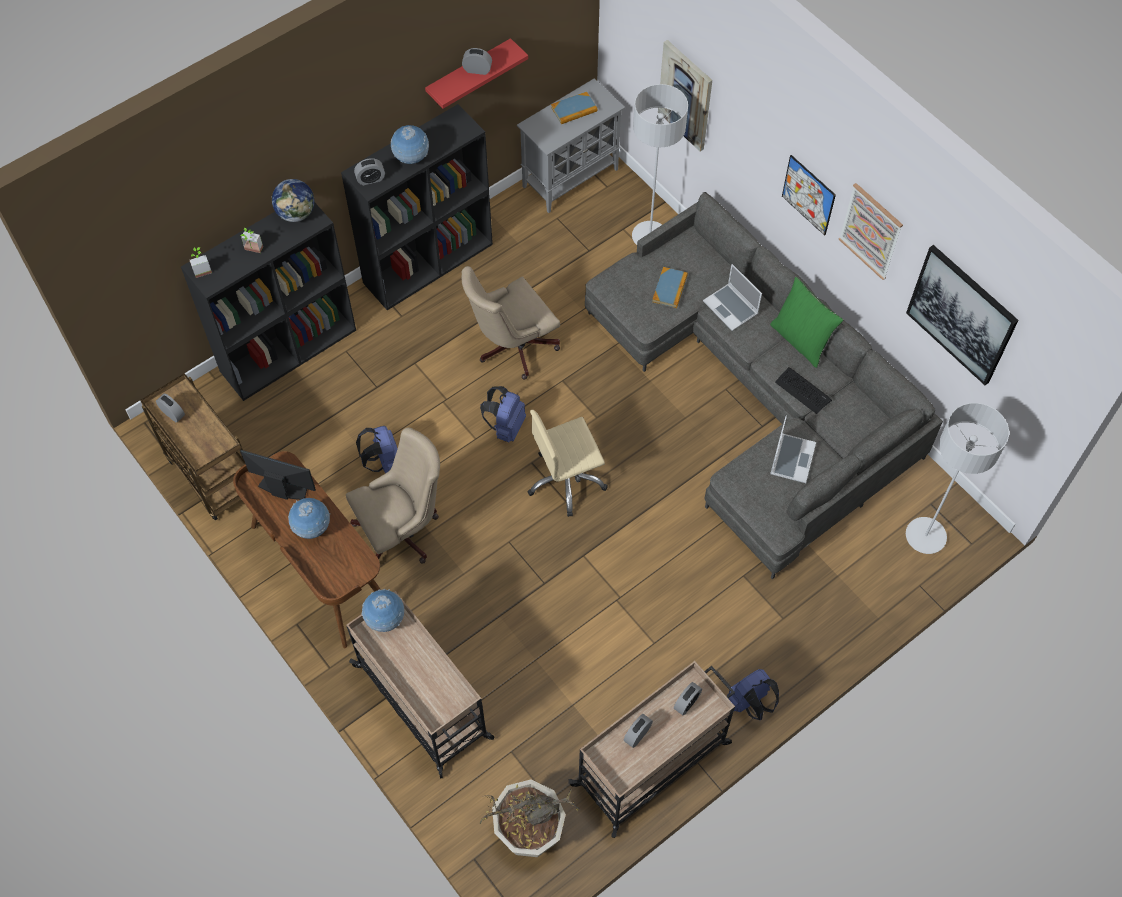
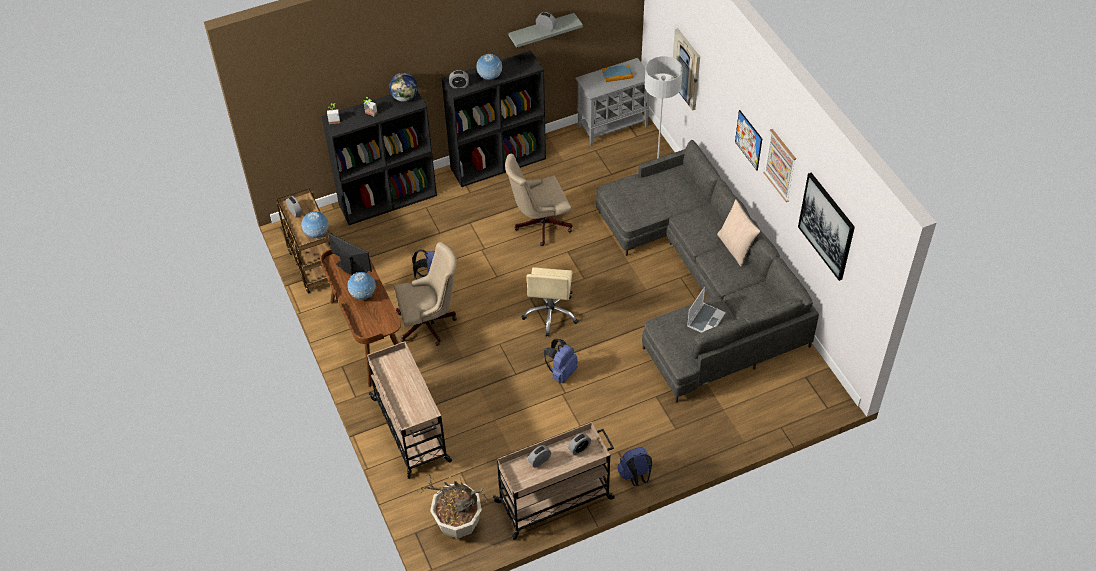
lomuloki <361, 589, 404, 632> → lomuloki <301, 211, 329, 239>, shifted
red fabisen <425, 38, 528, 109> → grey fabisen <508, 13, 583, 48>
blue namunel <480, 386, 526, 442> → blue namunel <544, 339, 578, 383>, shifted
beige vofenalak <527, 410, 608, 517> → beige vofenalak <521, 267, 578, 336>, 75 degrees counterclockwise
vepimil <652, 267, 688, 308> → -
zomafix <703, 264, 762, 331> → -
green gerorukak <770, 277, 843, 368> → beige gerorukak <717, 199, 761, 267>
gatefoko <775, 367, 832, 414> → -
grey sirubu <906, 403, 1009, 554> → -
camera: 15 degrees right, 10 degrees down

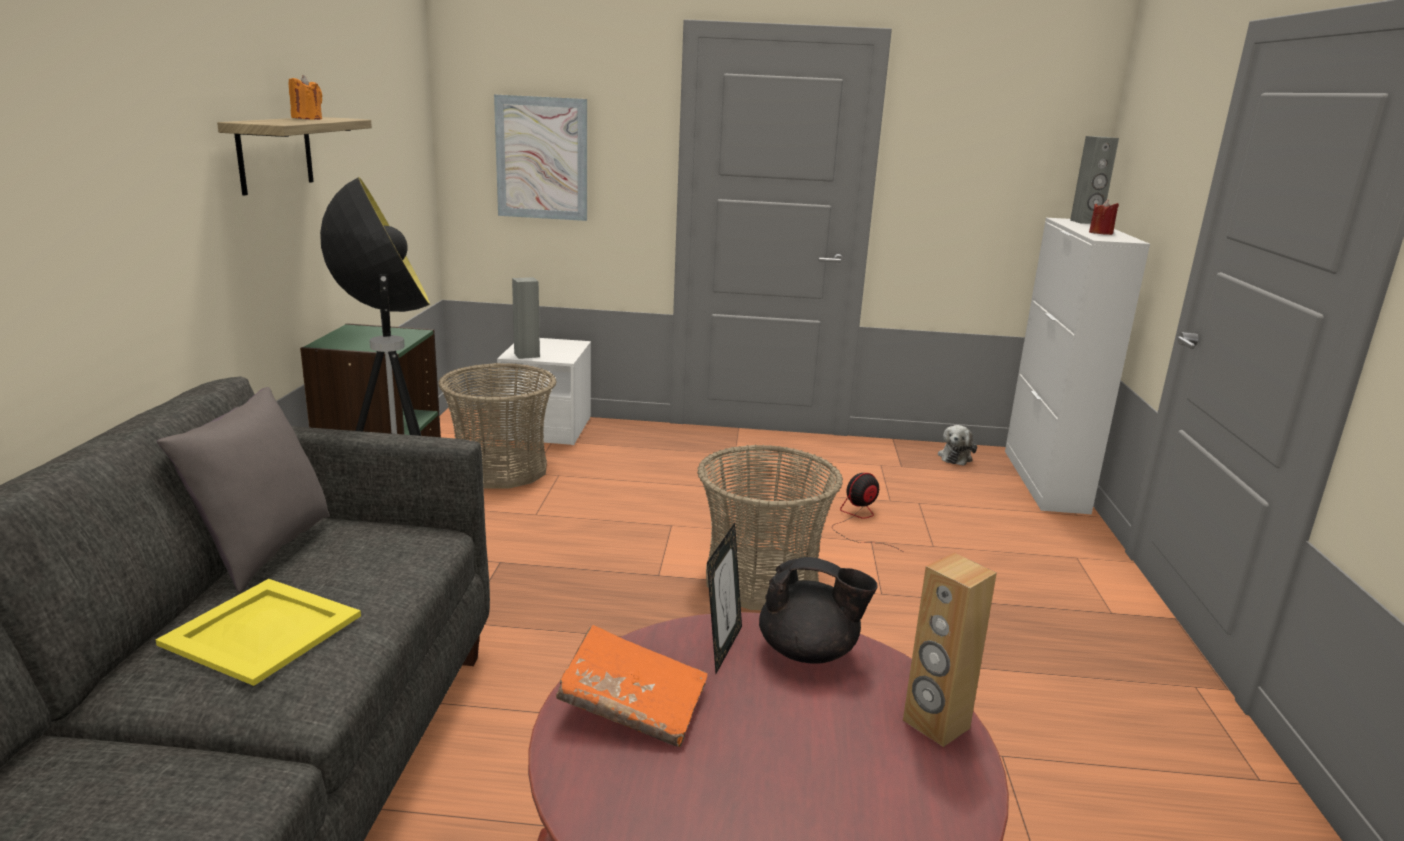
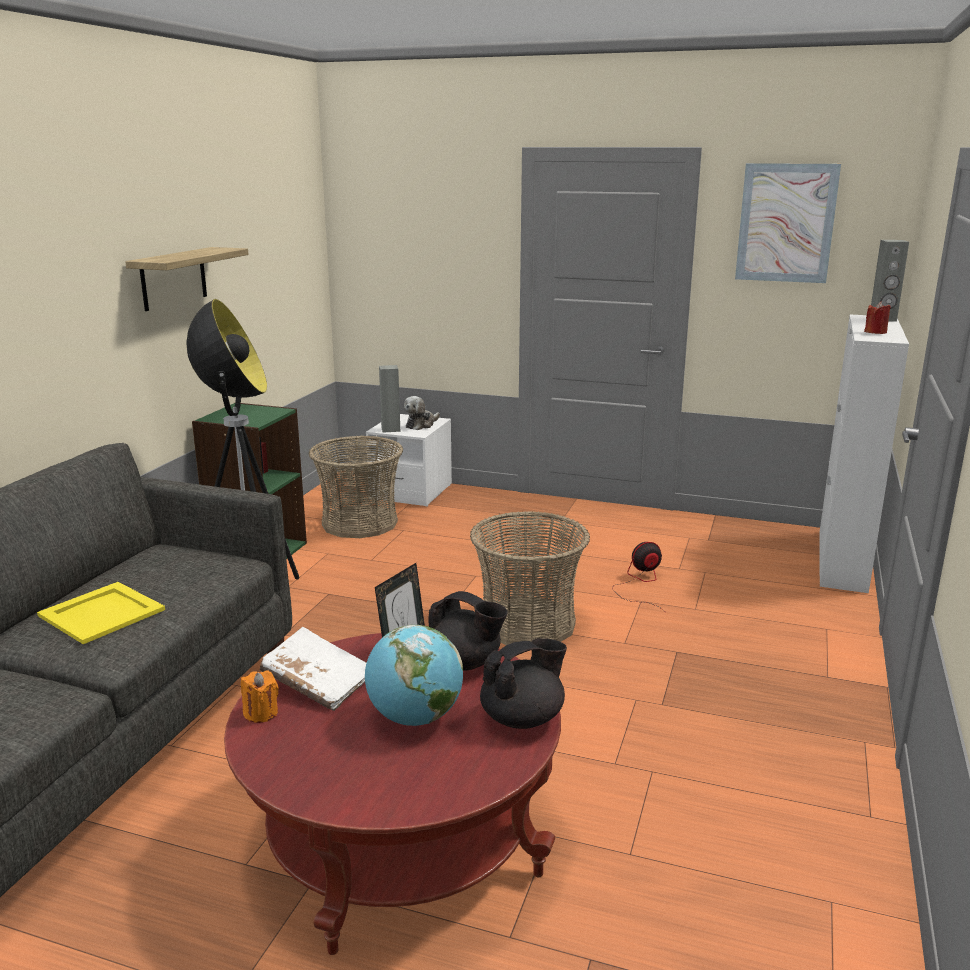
grey gerorukak <157, 387, 330, 593> → -
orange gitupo <289, 75, 322, 120> → orange gitupo <241, 670, 279, 723>, shifted
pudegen <494, 94, 587, 221> → pudegen <735, 163, 841, 283>, shifted
orange vepimil <556, 625, 707, 747> → white vepimil <260, 627, 367, 711>
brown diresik <903, 553, 997, 747> → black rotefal <480, 638, 567, 729>
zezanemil <938, 425, 977, 466> → zezanemil <404, 396, 440, 430>, shifted
- → lomuloki <365, 625, 463, 726>
camera: 15 degrees right, 0 degrees up

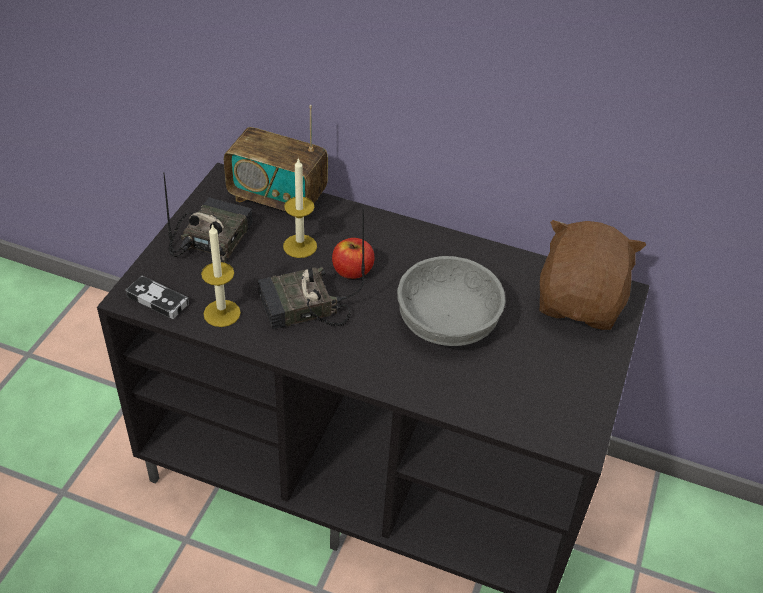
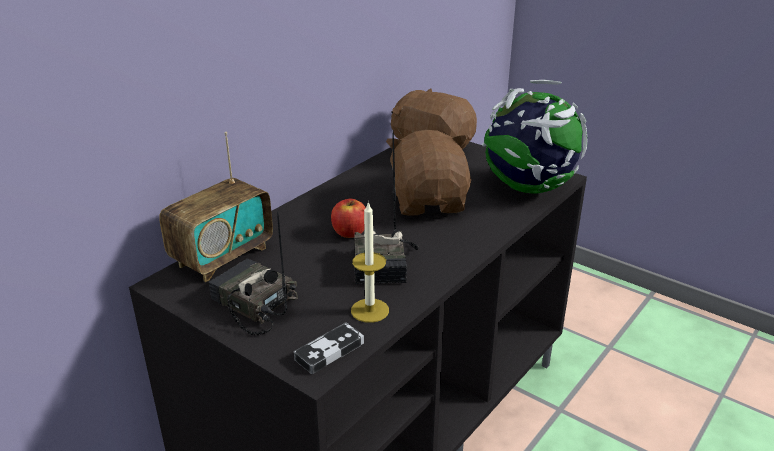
gitupo <283, 157, 317, 258> → -
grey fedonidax <397, 256, 506, 346> → brown zezanemil <386, 130, 471, 216>
- → lomuloki <482, 80, 587, 193>
camera: 70 degrees left, 15 degrees down

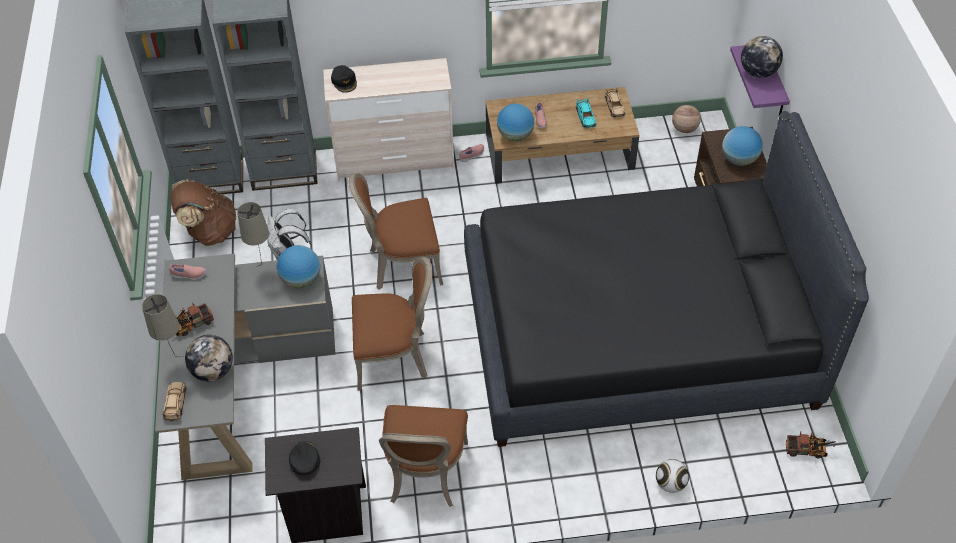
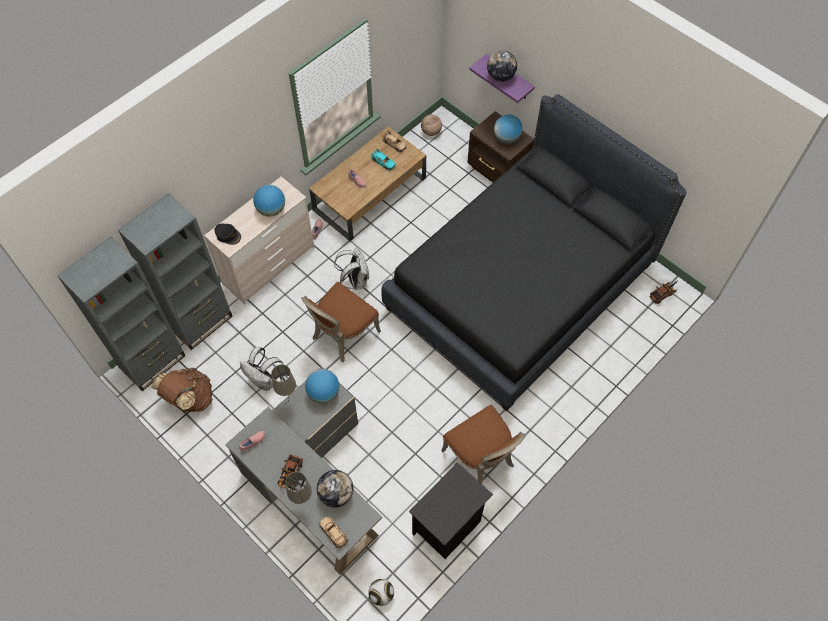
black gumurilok <289, 441, 320, 475> → -
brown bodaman <352, 257, 432, 391> → -
lomuloki <497, 104, 534, 141> → lomuloki <253, 185, 285, 217>, shifted
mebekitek <656, 459, 689, 493> → mebekitek <368, 579, 394, 606>, shifted
- → white namunel <334, 247, 369, 290>
camera: 40 degrees left, 10 degrees up

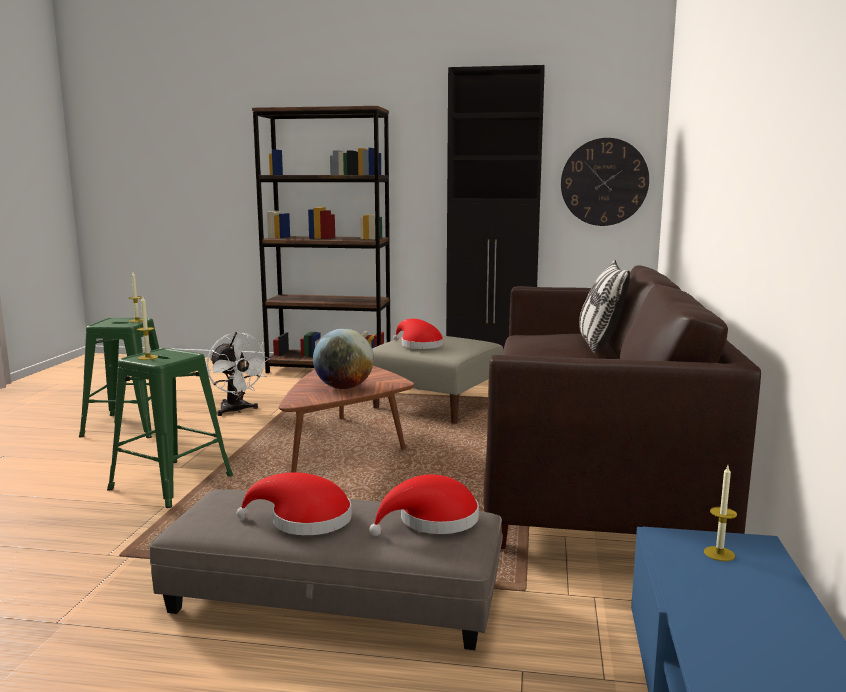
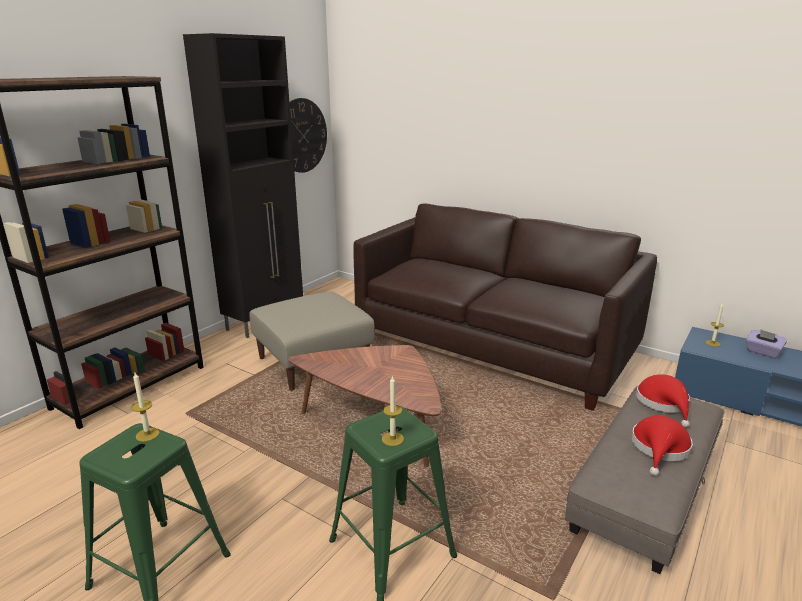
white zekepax <207, 332, 270, 416> → -
lomuloki <313, 329, 374, 389> → -
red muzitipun <393, 319, 444, 349> → -
gerorukak <579, 260, 630, 353> → -
- → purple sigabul <746, 329, 787, 359>
camera: 65 degrees left, 10 degrees up

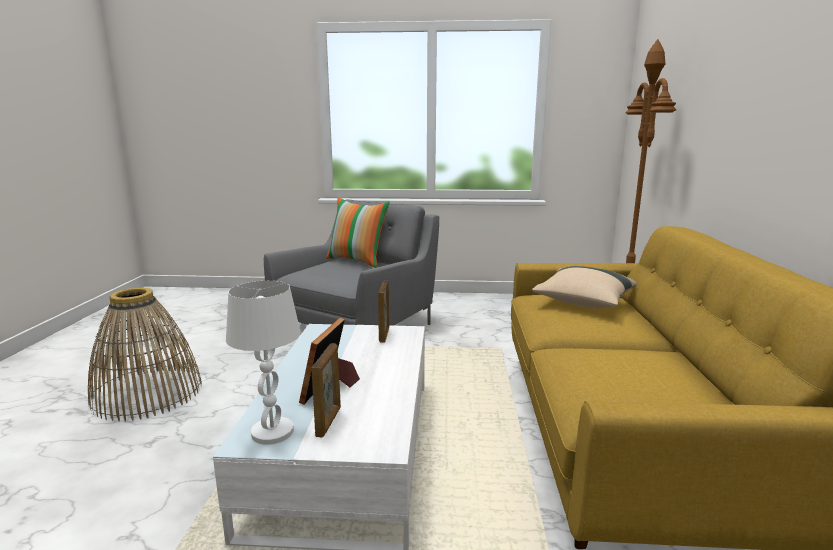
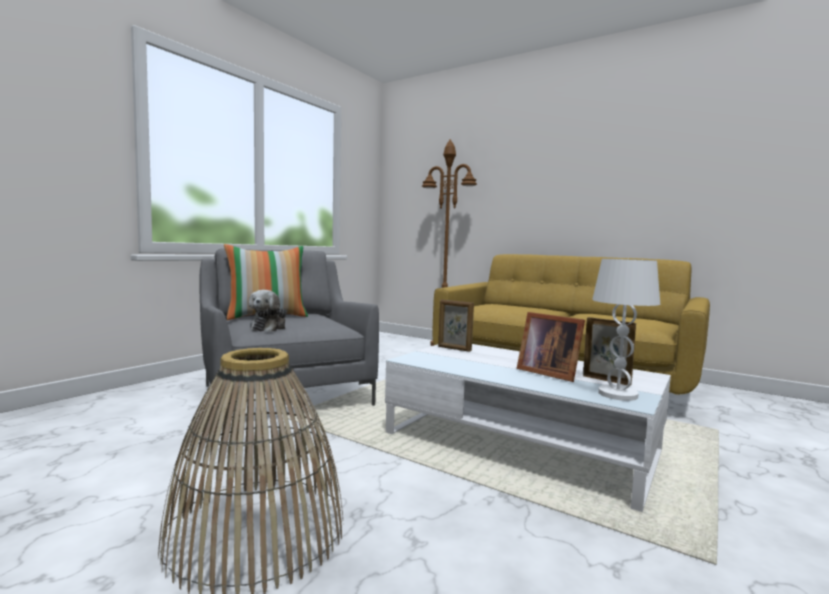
beige gerorukak <532, 266, 637, 308> → -
- → zezanemil <249, 290, 287, 332>
camera: 60 degrees left, 10 degrees down

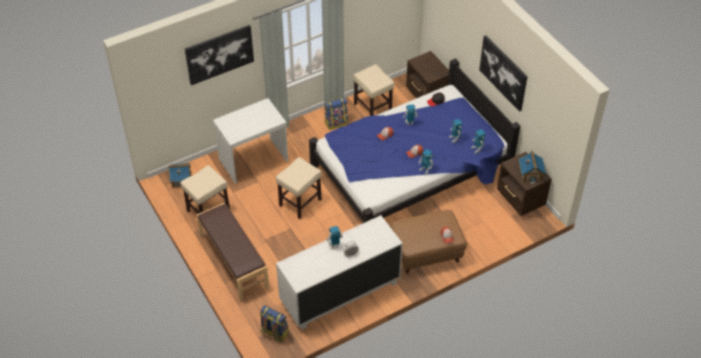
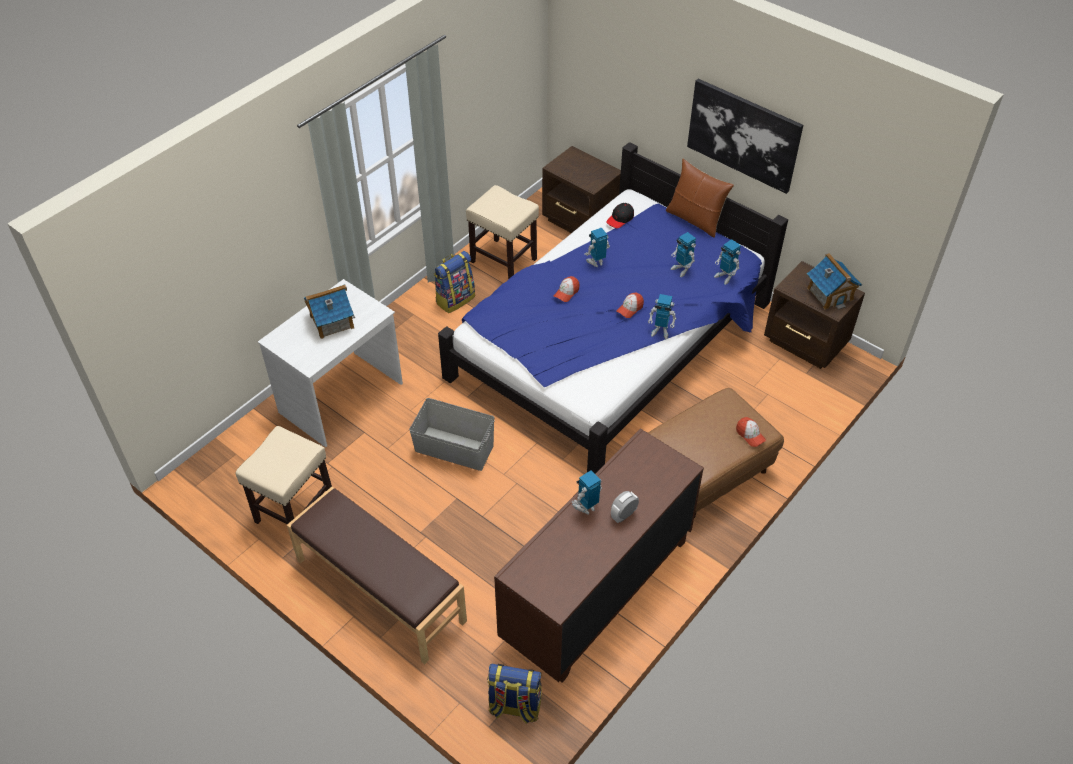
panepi <168, 163, 191, 188> → panepi <304, 284, 355, 339>, shifted
pudegen <185, 25, 254, 85> → -
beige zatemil <276, 157, 322, 219> → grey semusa <409, 398, 495, 471>
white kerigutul <276, 215, 403, 330> → brown kerigutul <494, 428, 704, 682>
- → brown gerorukak <666, 159, 734, 238>
camera: 20 degrees left, 0 degrees up

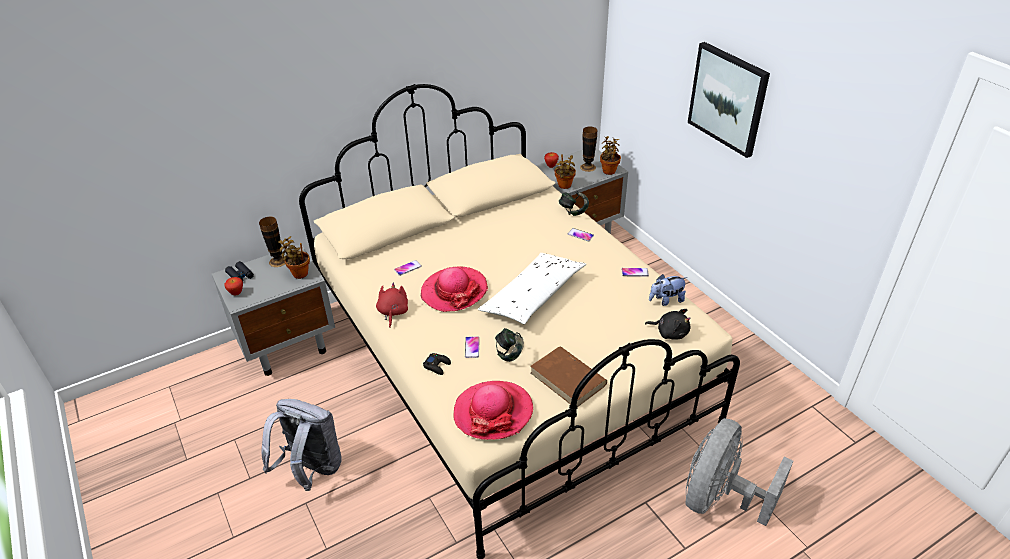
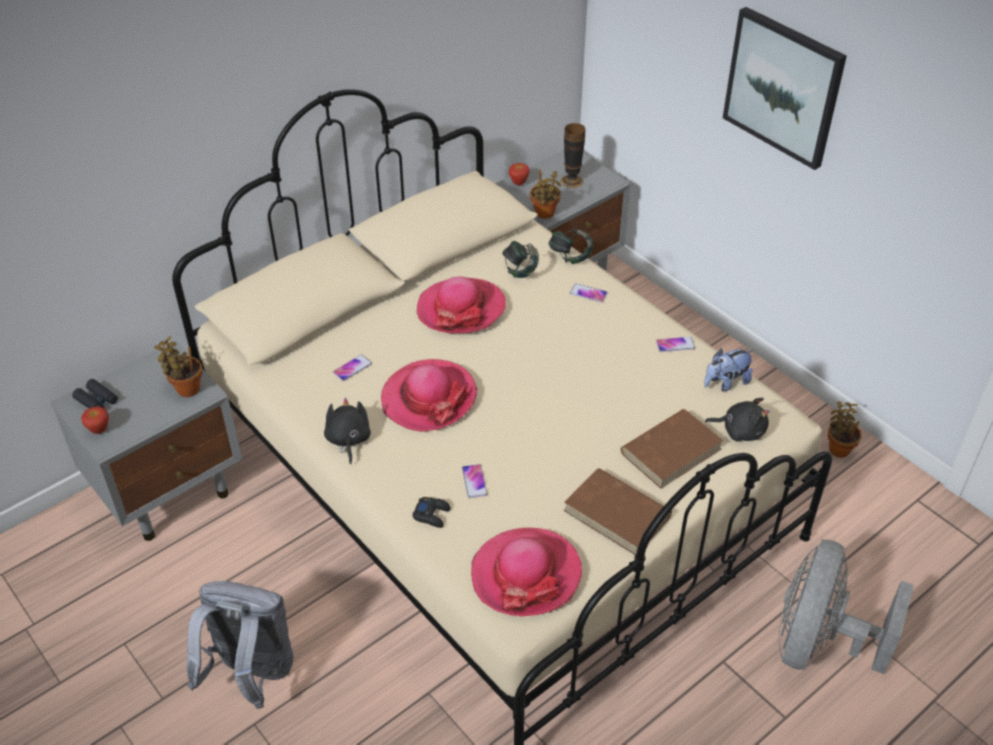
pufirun <259, 217, 285, 267> → -
red zezanemil <376, 283, 408, 328> → black zezanemil <324, 397, 371, 465>
white gerorukak <478, 253, 586, 325> → -
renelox <495, 328, 524, 362> → renelox <502, 241, 539, 278>, shifted
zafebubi <600, 136, 621, 175> → zafebubi <828, 401, 862, 458>, shifted
- → muzitipun <417, 277, 506, 333>
- → brown vepimil <621, 409, 724, 489>
camera: 10 degrees left, 5 degrees up

